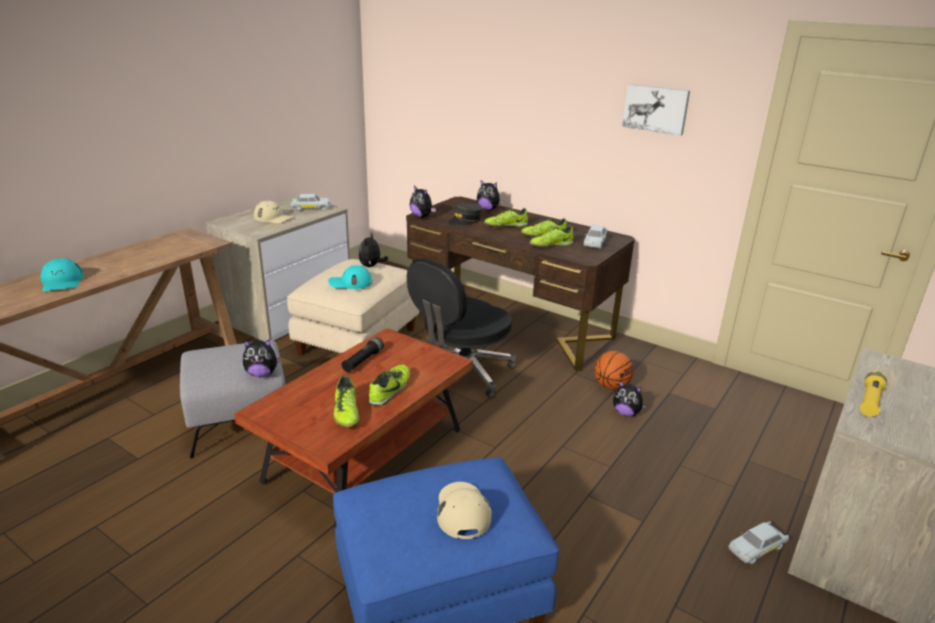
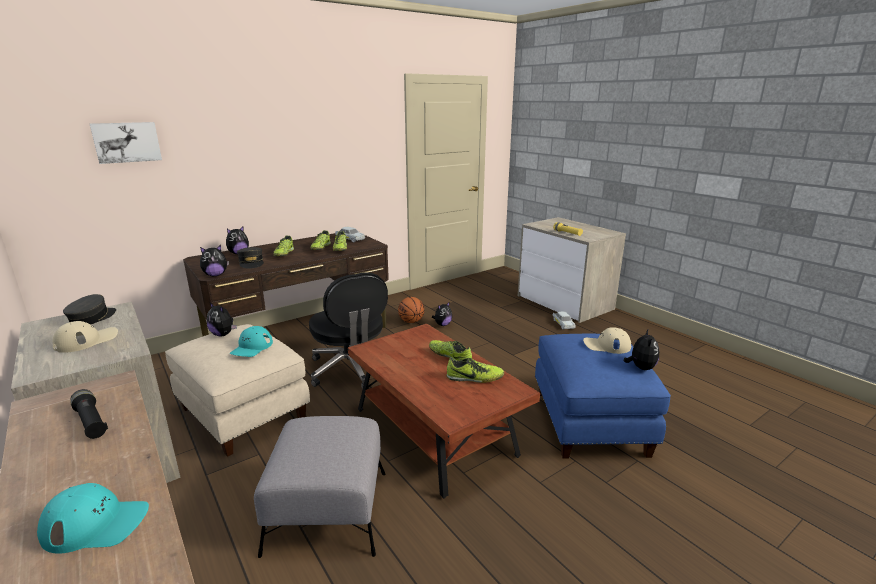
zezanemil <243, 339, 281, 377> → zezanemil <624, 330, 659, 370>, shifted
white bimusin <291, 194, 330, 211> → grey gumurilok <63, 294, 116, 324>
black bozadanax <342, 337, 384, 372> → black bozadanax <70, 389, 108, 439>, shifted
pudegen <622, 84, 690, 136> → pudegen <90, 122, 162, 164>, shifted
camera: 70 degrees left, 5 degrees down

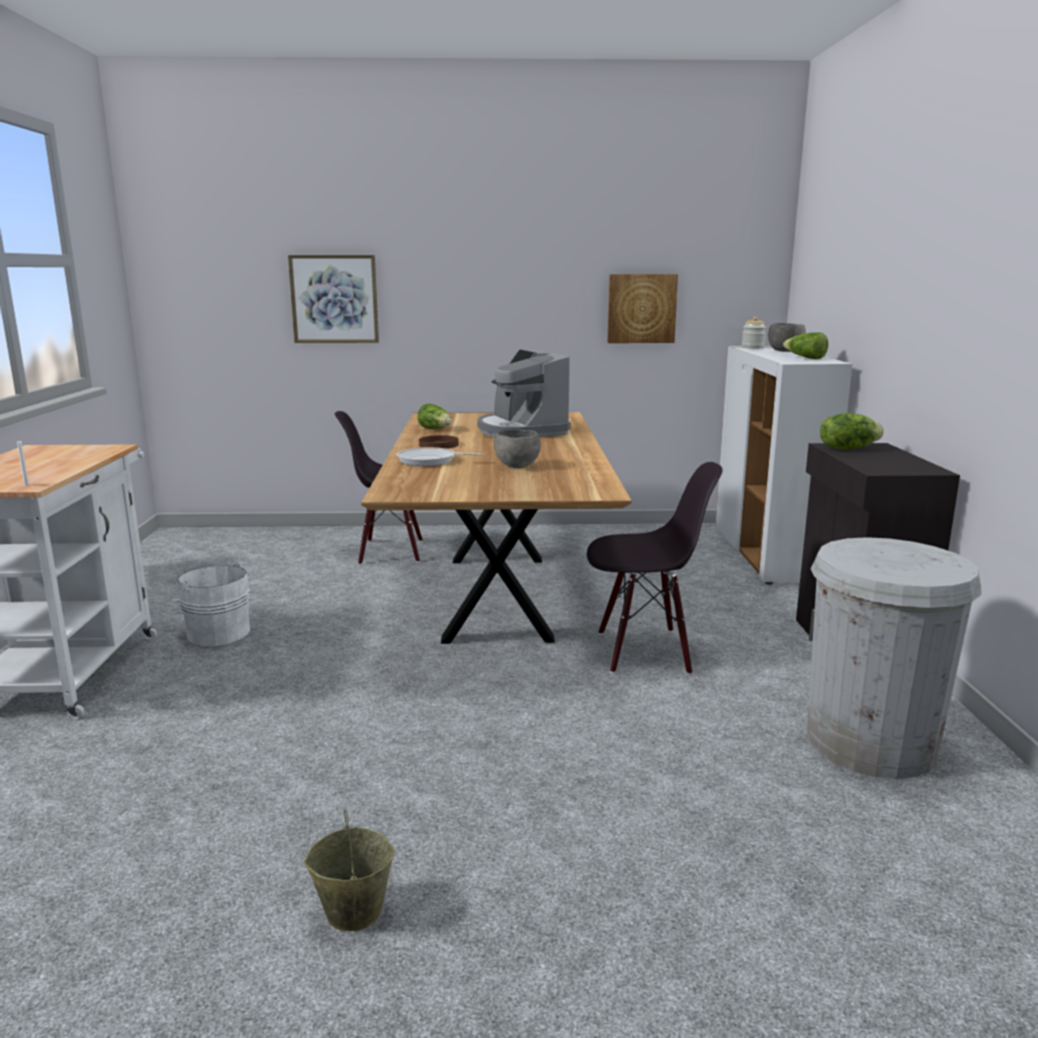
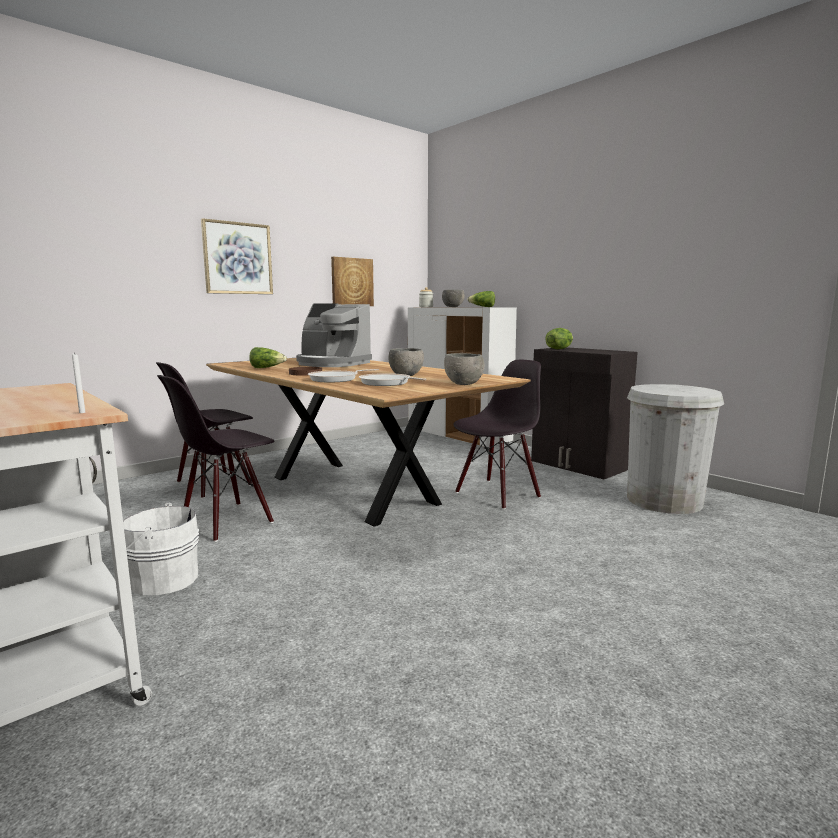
pudegen <288, 255, 379, 343> → pudegen <201, 218, 273, 294>, shifted
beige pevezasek <304, 810, 395, 931> → -
- → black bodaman <157, 375, 274, 542>
- → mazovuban <359, 373, 426, 386>
- → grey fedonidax <444, 353, 484, 385>
camera: 40 degrees left, 5 degrees down

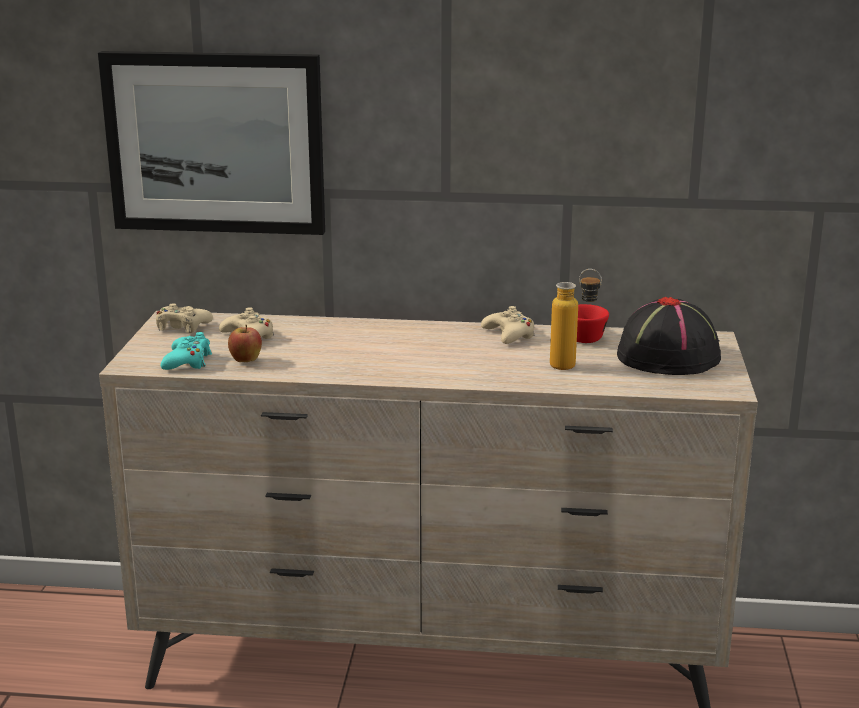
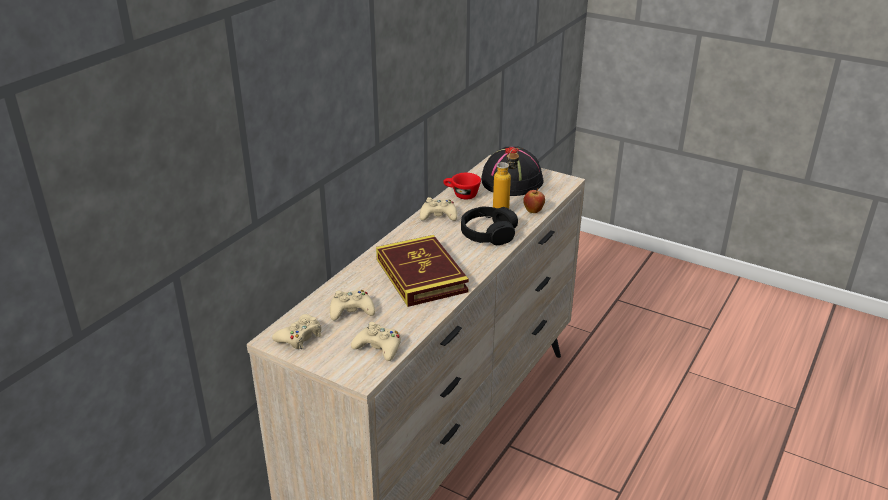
pudegen <98, 51, 325, 235> → -
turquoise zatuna <161, 332, 212, 370> → beige zatuna <351, 322, 401, 361>
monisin <228, 325, 262, 362> → monisin <523, 188, 545, 213>, shifted
- → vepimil <376, 235, 469, 307>
- → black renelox <461, 206, 518, 245>
camera: 65 degrees left, 10 degrees up

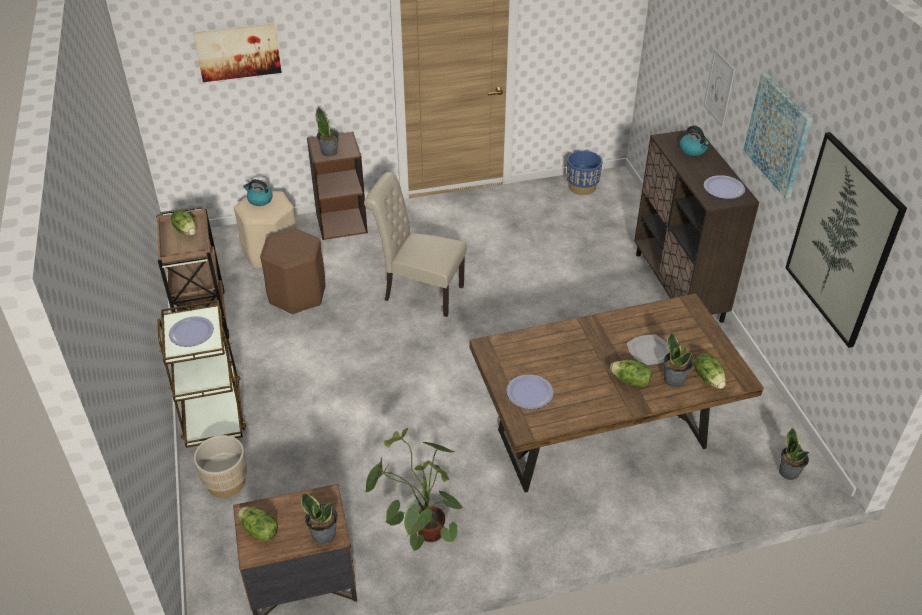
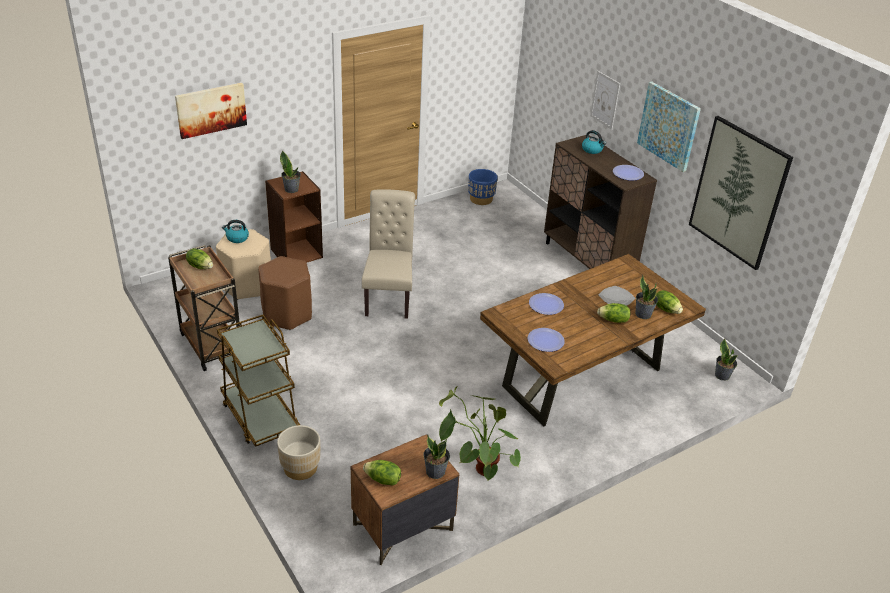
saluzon <169, 316, 214, 347> → saluzon <529, 293, 564, 315>, shifted
beige bodaman <364, 172, 467, 317> → beige bodaman <362, 189, 415, 319>, 90 degrees clockwise
camera: 20 degrees left, 5 degrees down

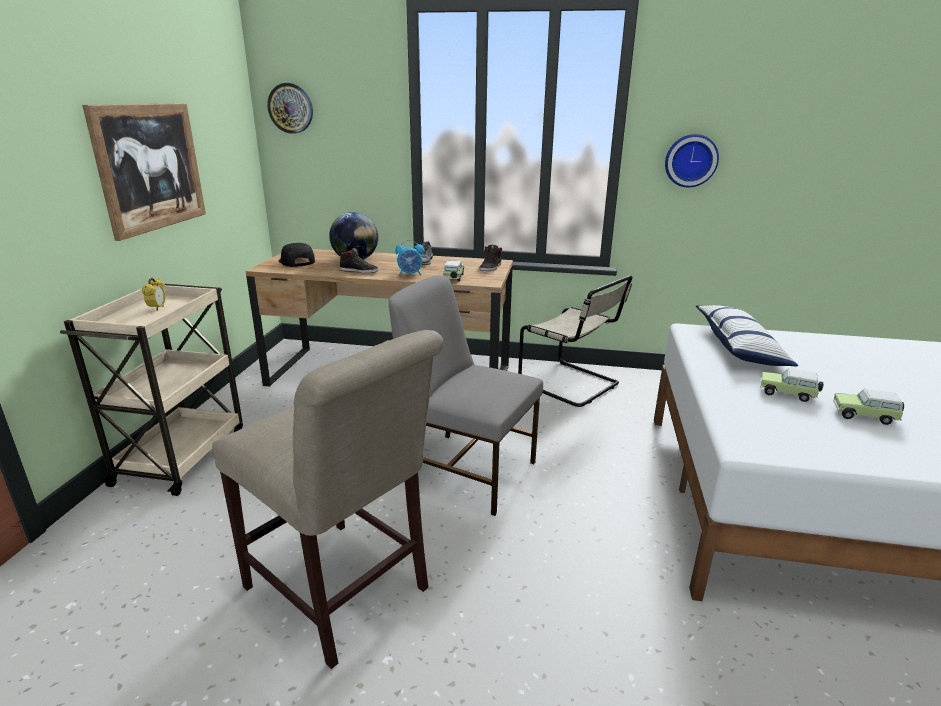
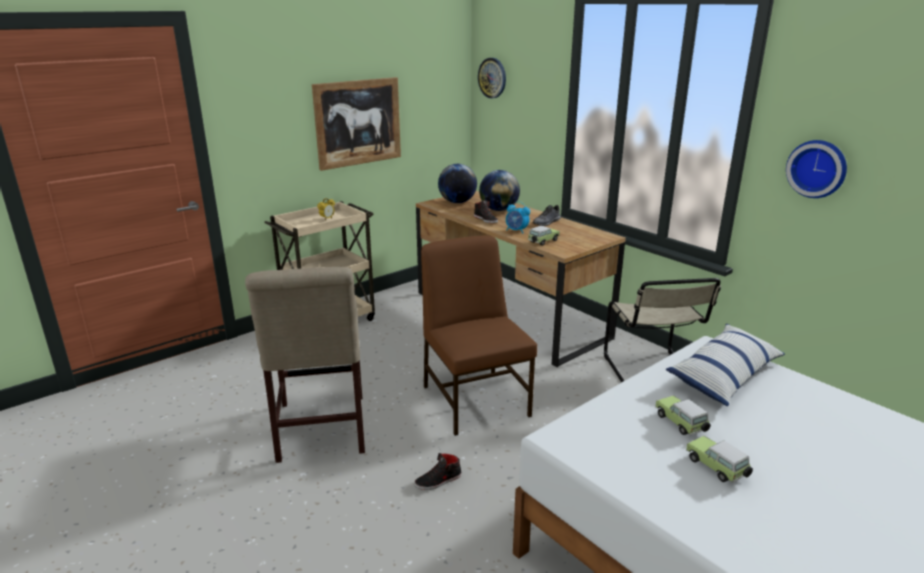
black gumurilok <279, 243, 315, 267> → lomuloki <438, 164, 477, 203>
grey bodaman <388, 275, 543, 516> → brown bodaman <421, 236, 537, 436>
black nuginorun <479, 245, 502, 271> → black nuginorun <415, 453, 461, 490>, shifted
camera: 40 degrees right, 0 degrees up

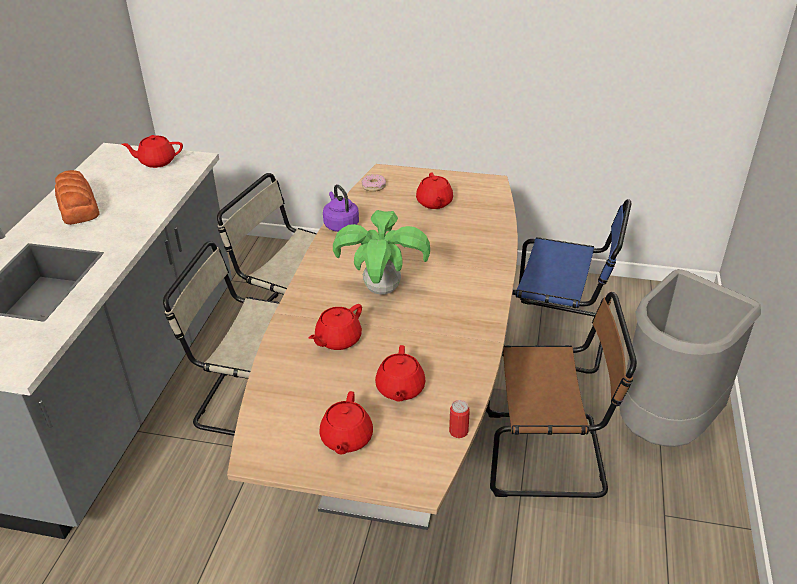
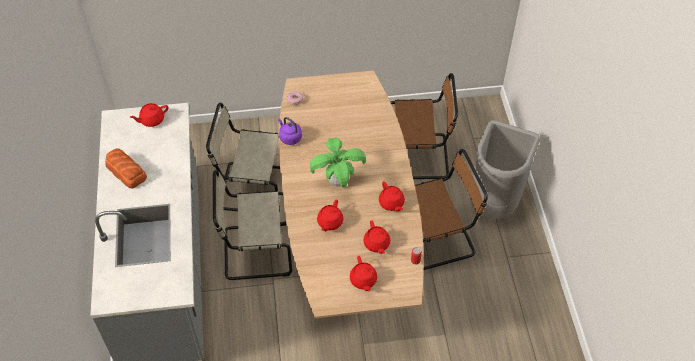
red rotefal <416, 172, 453, 209> → red rotefal <379, 181, 405, 211>, shifted
blue bodaman <502, 199, 631, 374> → brown bodaman <390, 73, 458, 179>
camera: 20 degrees left, 15 degrees up

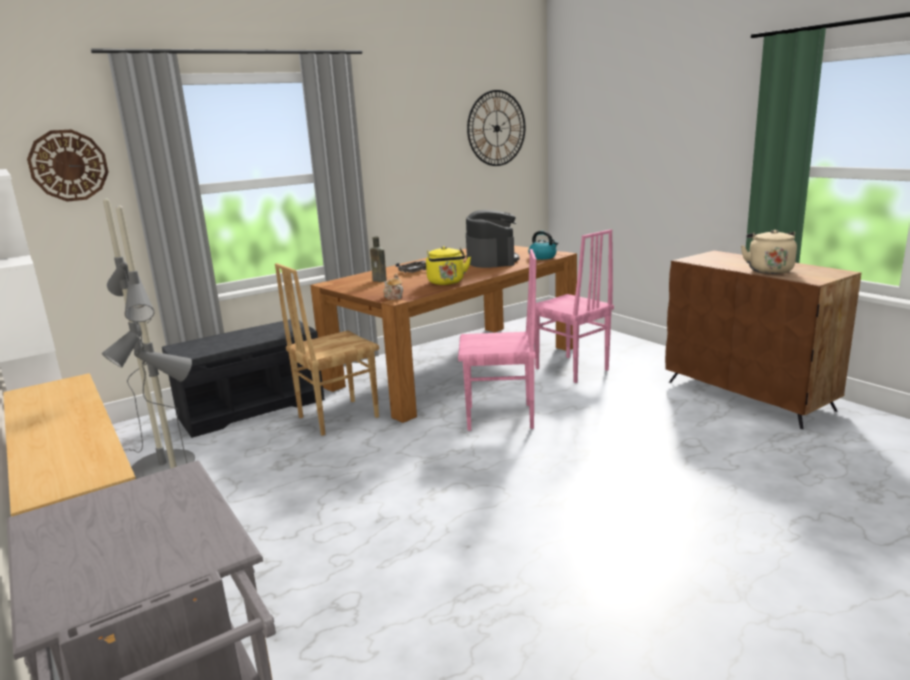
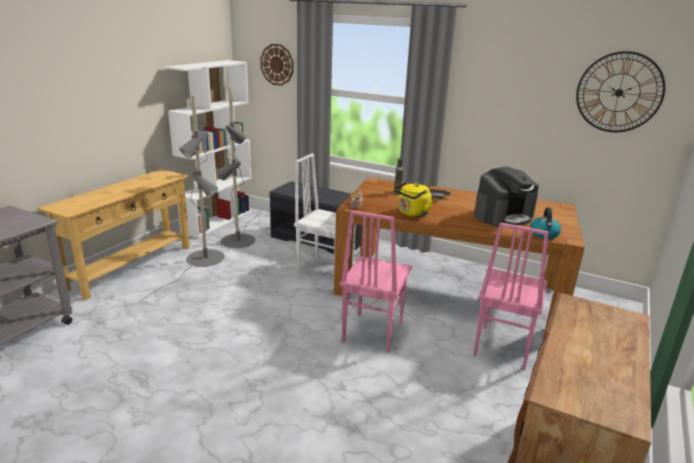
brown bodaman <275, 263, 379, 436> → white bodaman <294, 153, 356, 273>
pink bodaman <458, 249, 536, 431> → pink bodaman <340, 210, 412, 353>, 45 degrees clockwise
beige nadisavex <741, 230, 797, 274> → -
camera: 60 degrees right, 5 degrees up

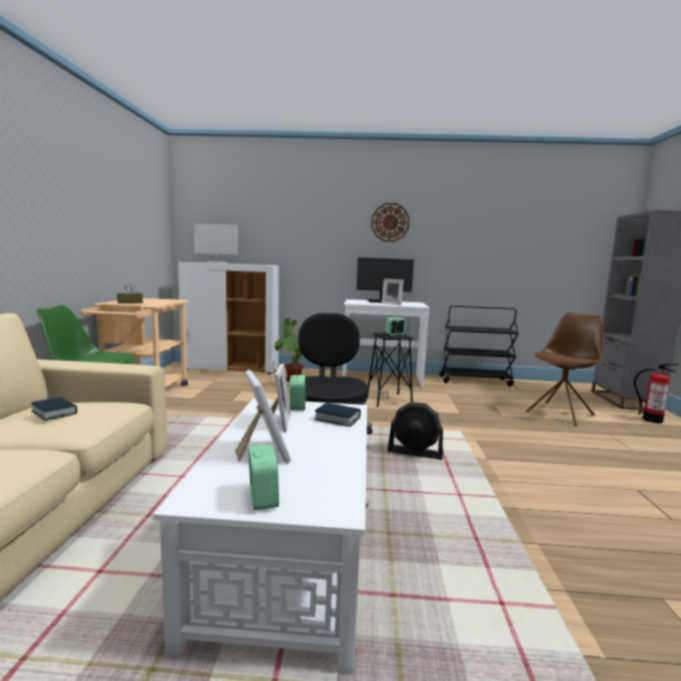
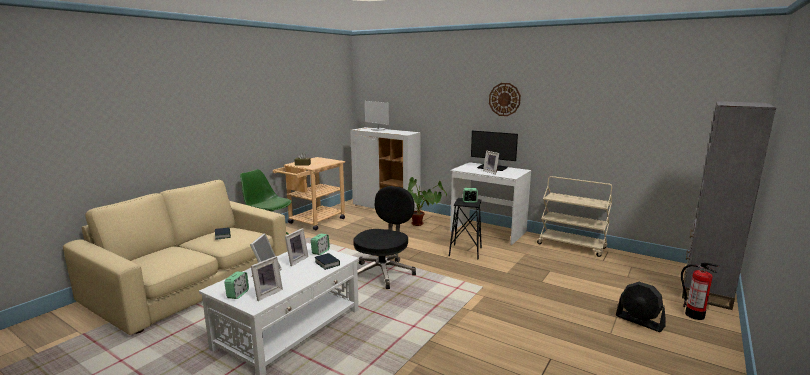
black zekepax <387, 402, 443, 460> → black zekepax <616, 282, 666, 332>, shifted
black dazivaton <439, 306, 519, 387> → beige dazivaton <537, 176, 612, 257>
brown bodaman <526, 312, 603, 426> → -
- → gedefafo <251, 256, 283, 301>
camera: 30 degrees right, 5 degrees up

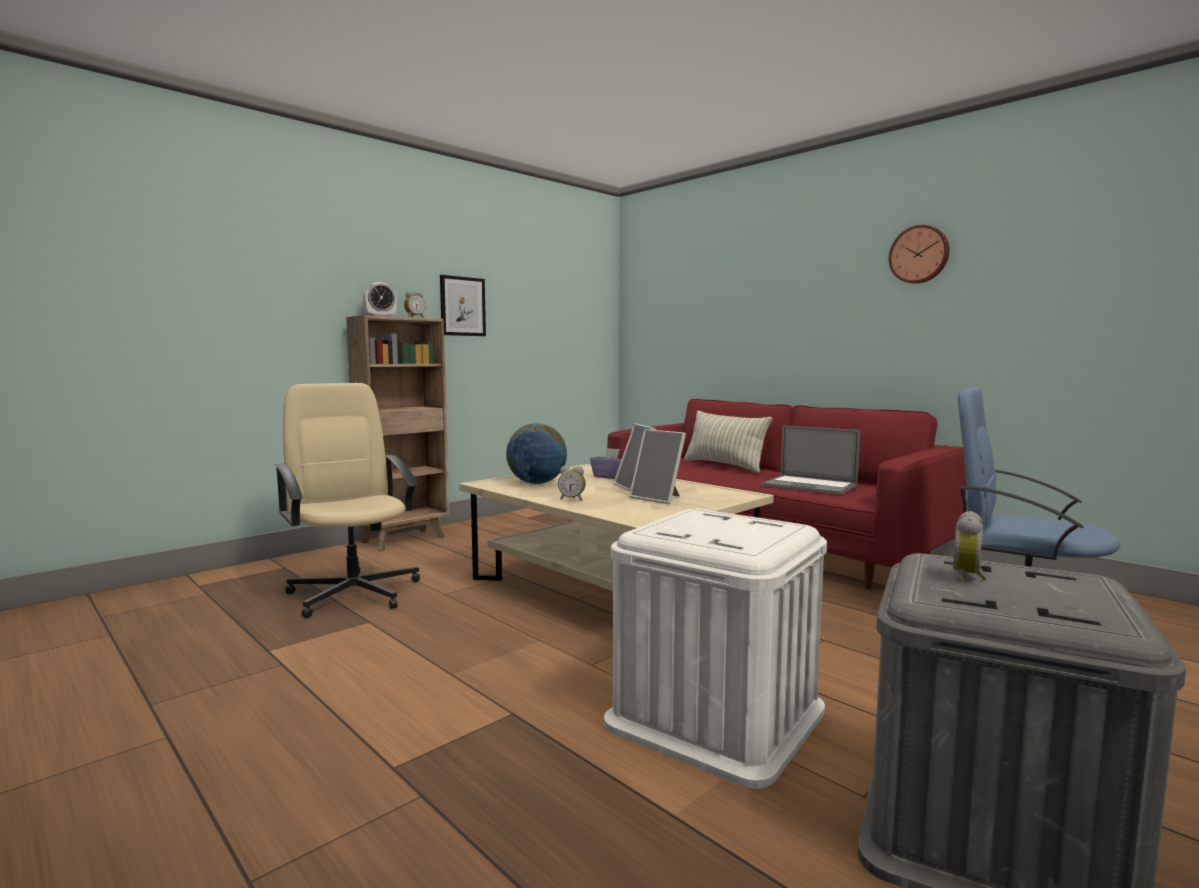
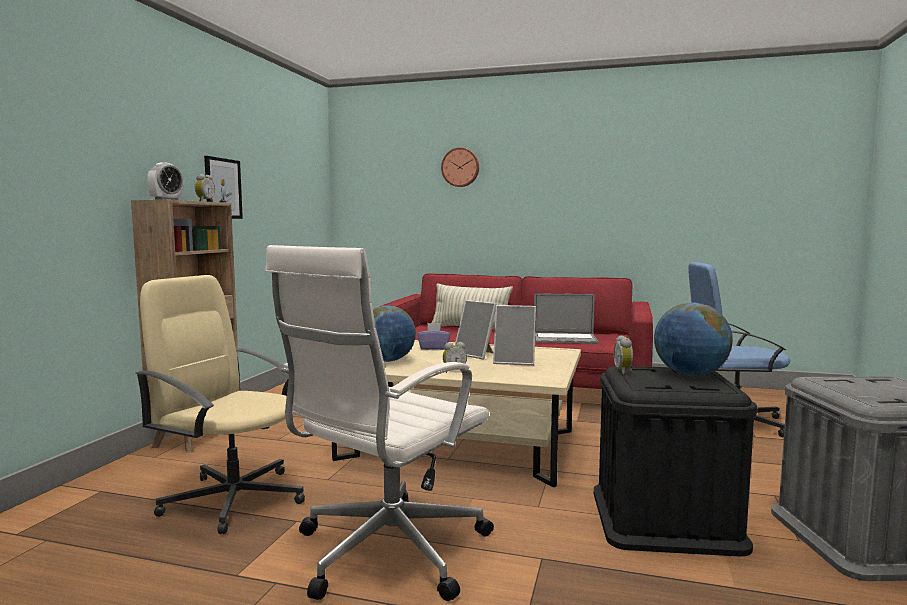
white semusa <604, 509, 827, 789> → black semusa <594, 366, 757, 556>
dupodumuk <889, 225, 950, 284> → dupodumuk <441, 148, 479, 187>, shifted
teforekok <953, 511, 987, 582> → teforekok <614, 335, 633, 374>, shifted
- → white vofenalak <265, 245, 494, 601>
- → lomuloki <654, 303, 733, 376>
camera: 30 degrees left, 0 degrees up

